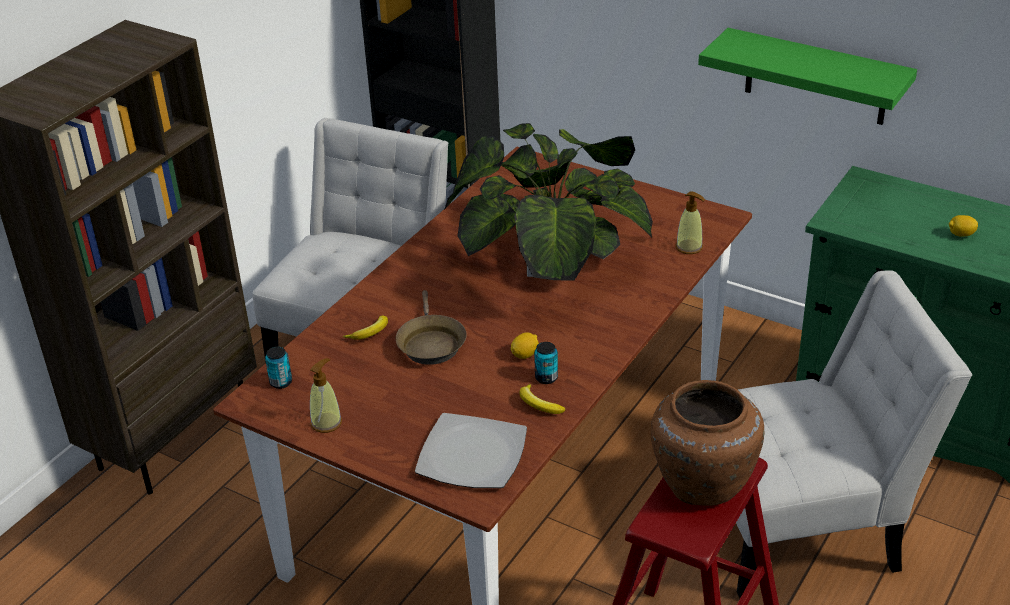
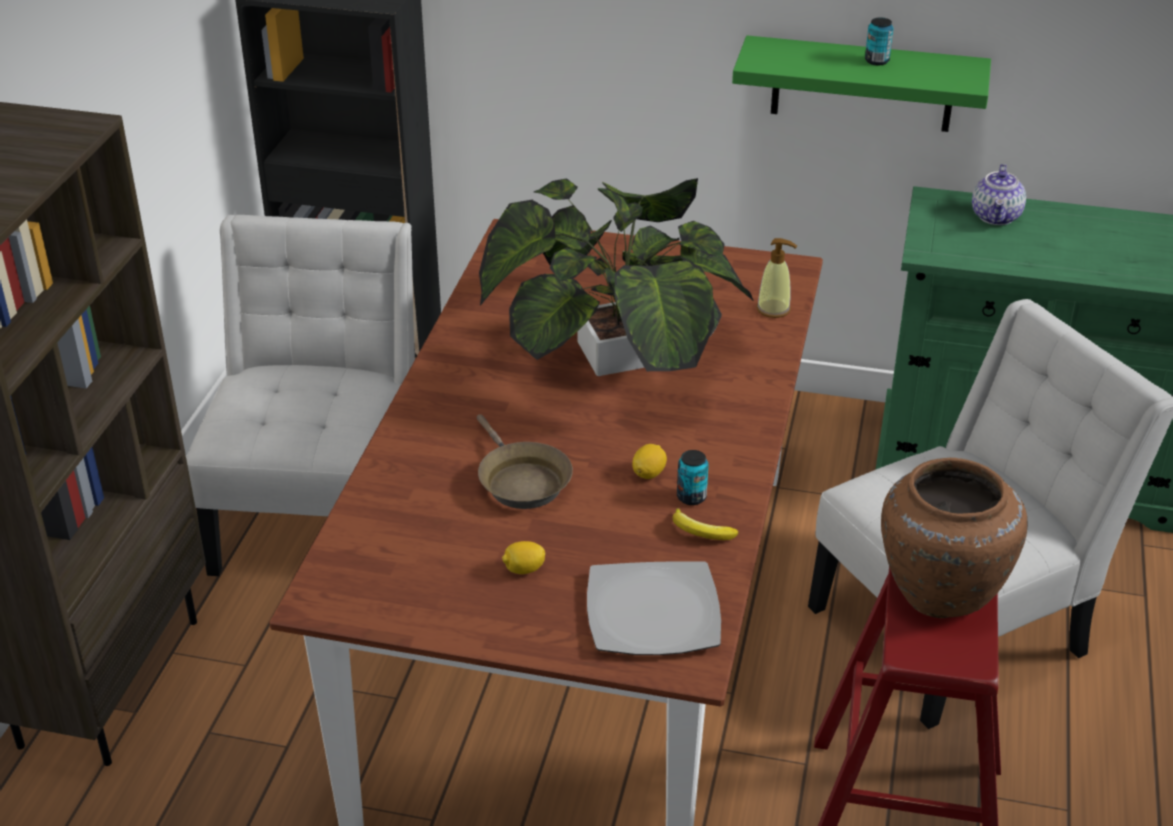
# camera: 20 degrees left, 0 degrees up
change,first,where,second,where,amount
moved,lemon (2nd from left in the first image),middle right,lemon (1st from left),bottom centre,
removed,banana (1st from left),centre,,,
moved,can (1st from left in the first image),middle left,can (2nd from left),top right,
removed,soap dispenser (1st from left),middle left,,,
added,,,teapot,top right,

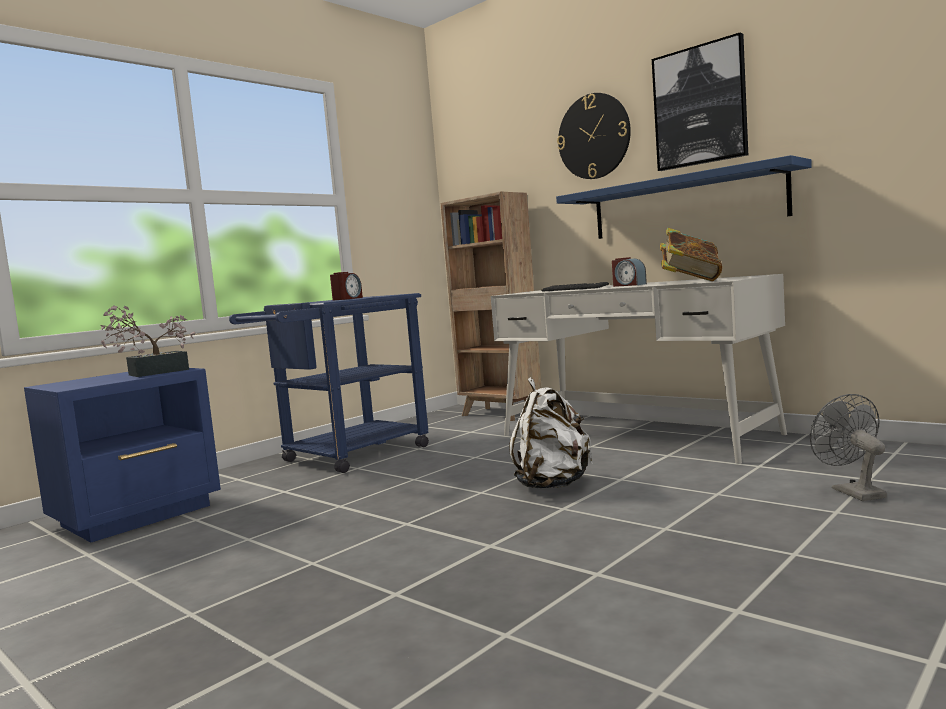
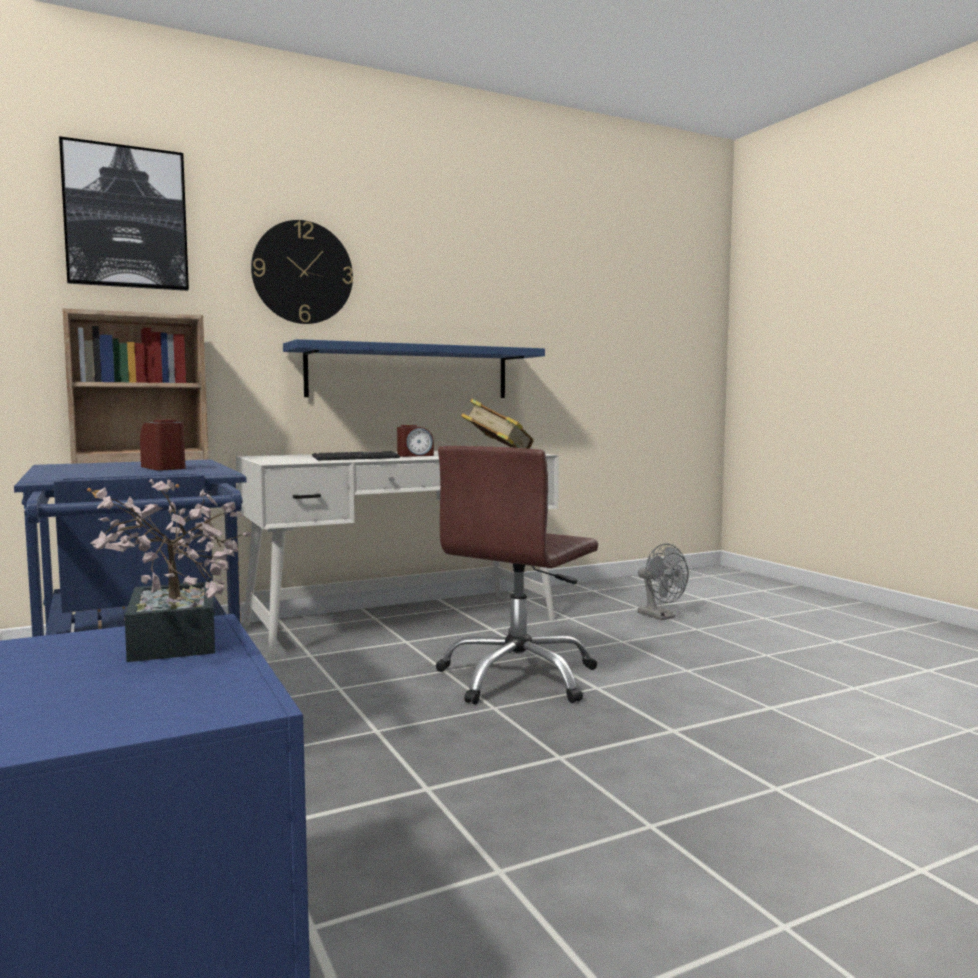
# camera: 70 degrees left, 0 degrees up
change,first,where,second,where,amount
moved,picture,top right,,top left,
replaced,white backpack,centre,brown office chair,centre,
turned,grey fan,middle right,,middle right,135 degrees counterclockwise

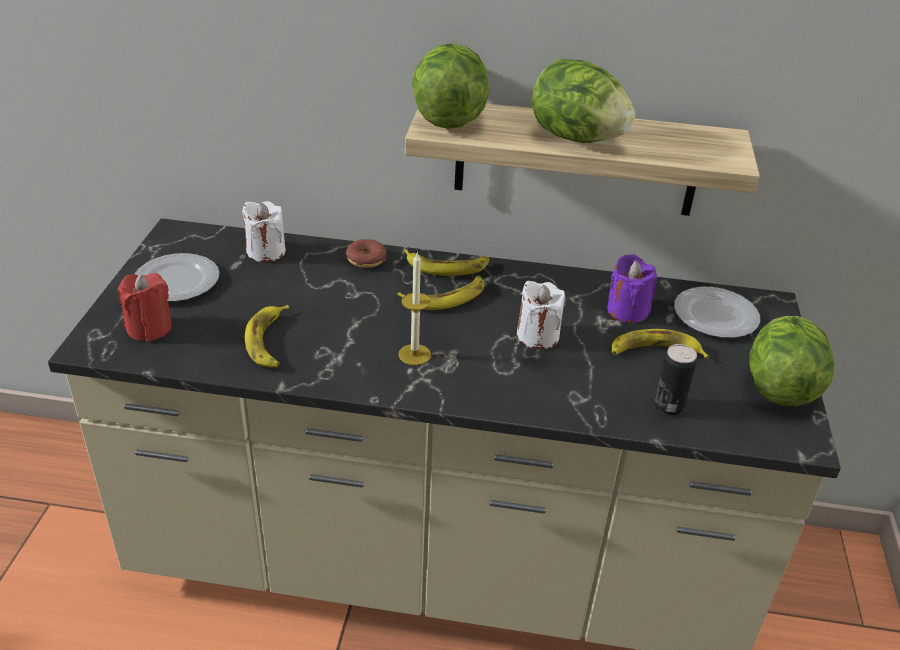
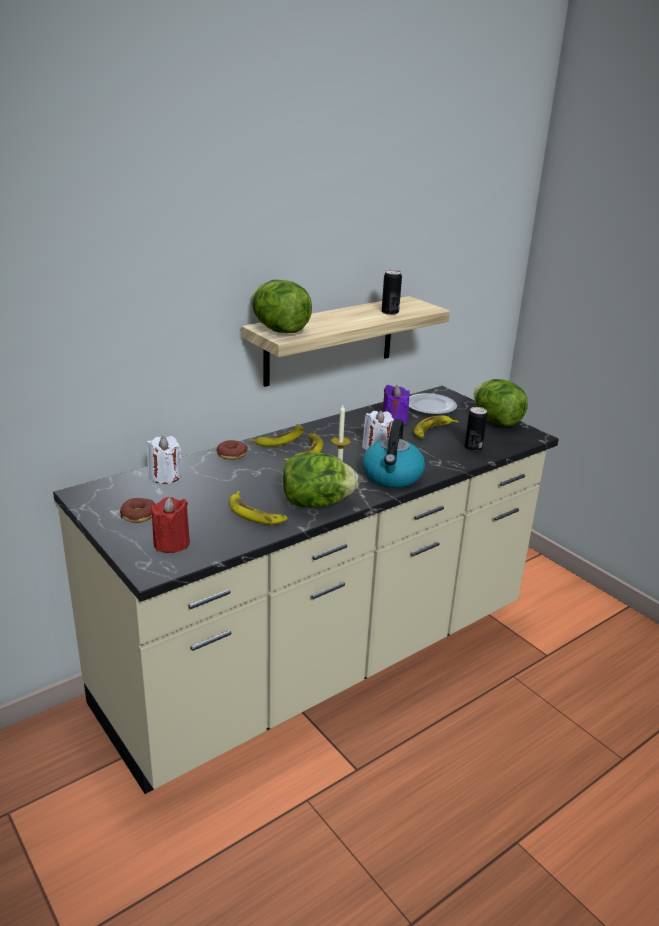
# camera: 45 degrees left, 10 degrees down
change,first,where,second,where,amount
moved,lettuce (2nd from left),top centre,,centre,
replaced,plate (1st from left),middle left,donut (1st from left),middle left,
added,,,can (1st from left),top centre,
added,,,kettle,centre,

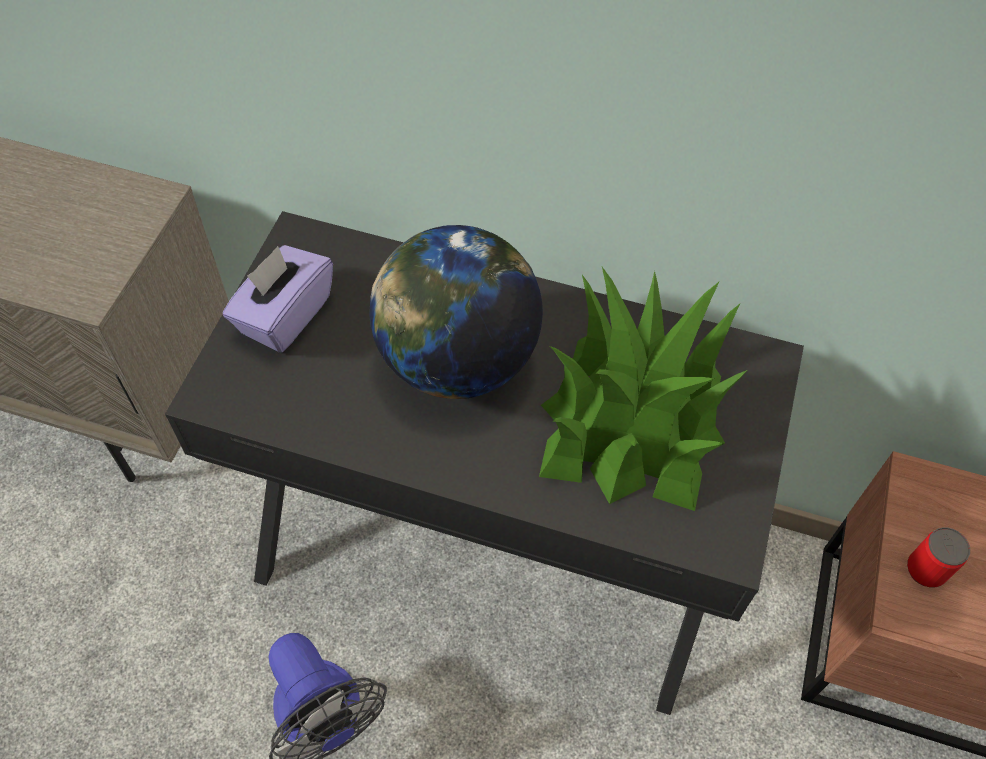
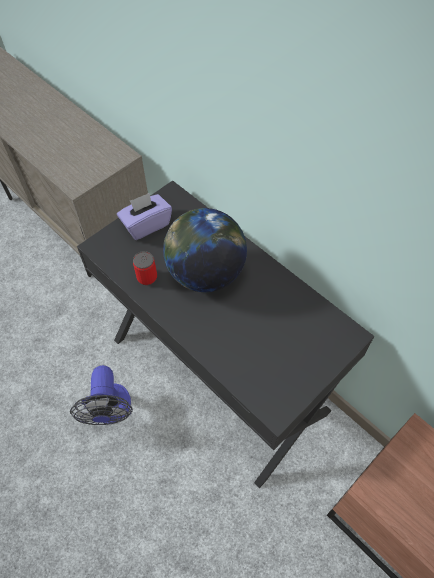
# camera: 30 degrees right, 0 degrees up
change,first,where,second,where,amount
removed,potted plant,centre,,,
moved,can,bottom right,,centre,

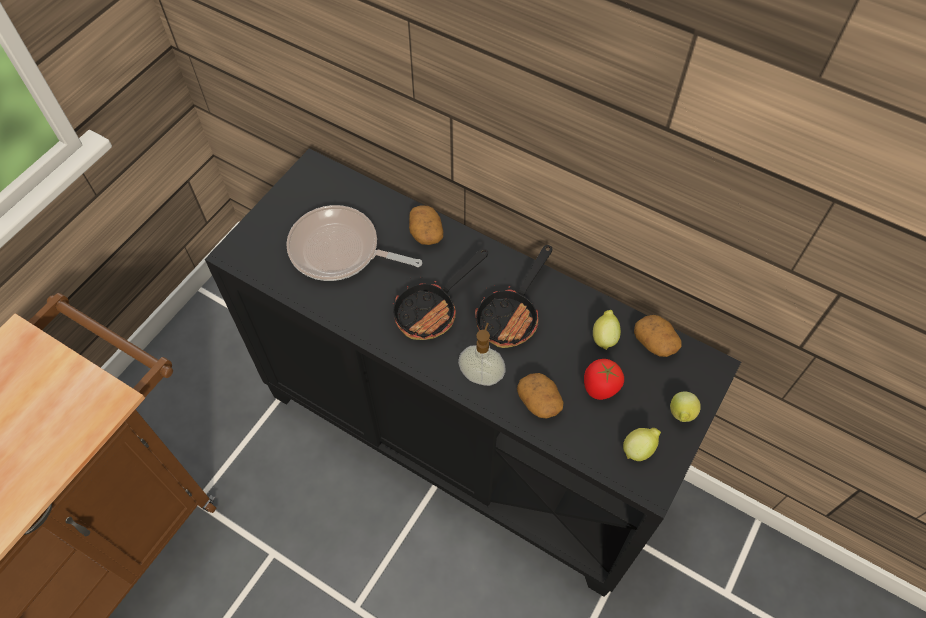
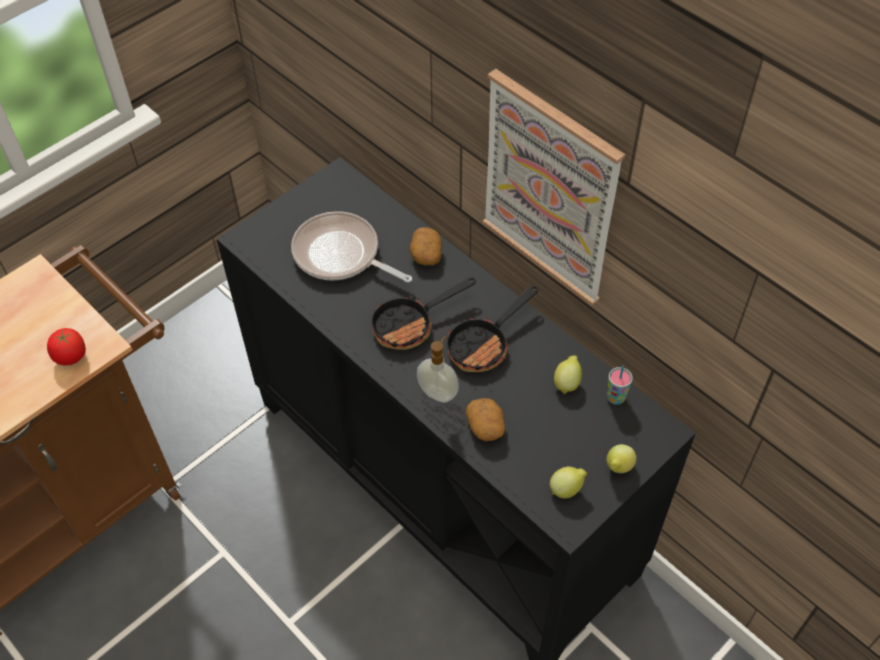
# camera: 15 degrees right, 5 degrees down
change,first,where,second,where,amount
replaced,potato (3rd from left),middle right,cup,middle right,
moved,tomato,centre,,middle left,
added,,,picture,top centre,

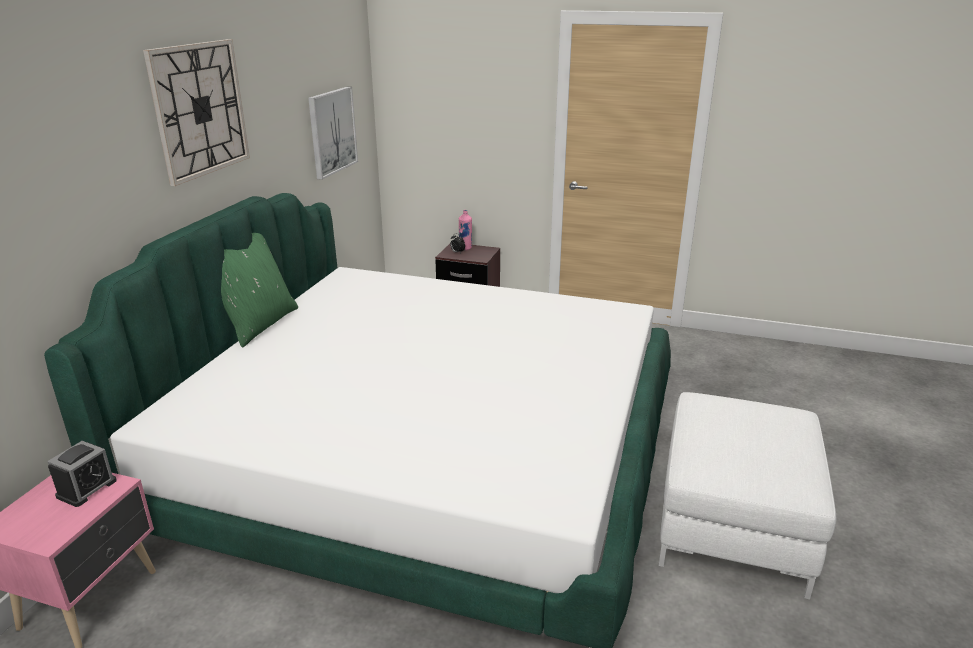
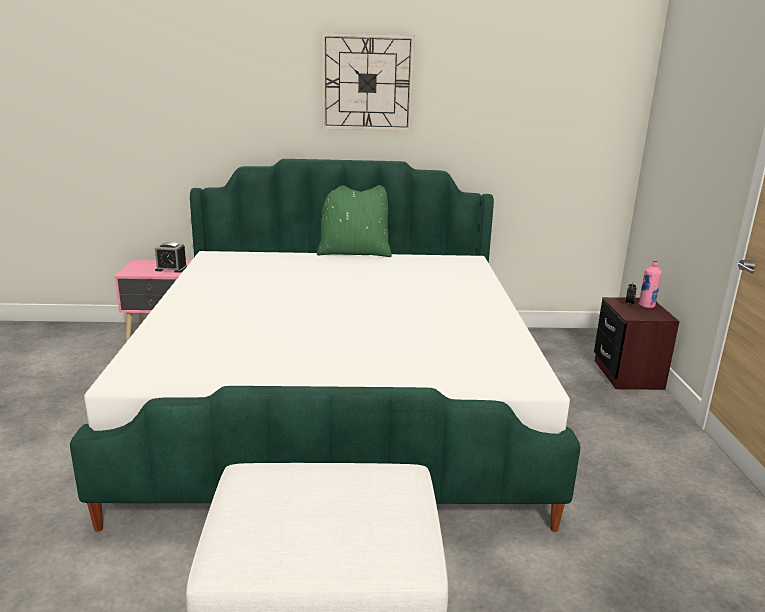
# camera: 70 degrees right, 5 degrees down
change,first,where,second,where,amount
removed,picture,top centre,,,

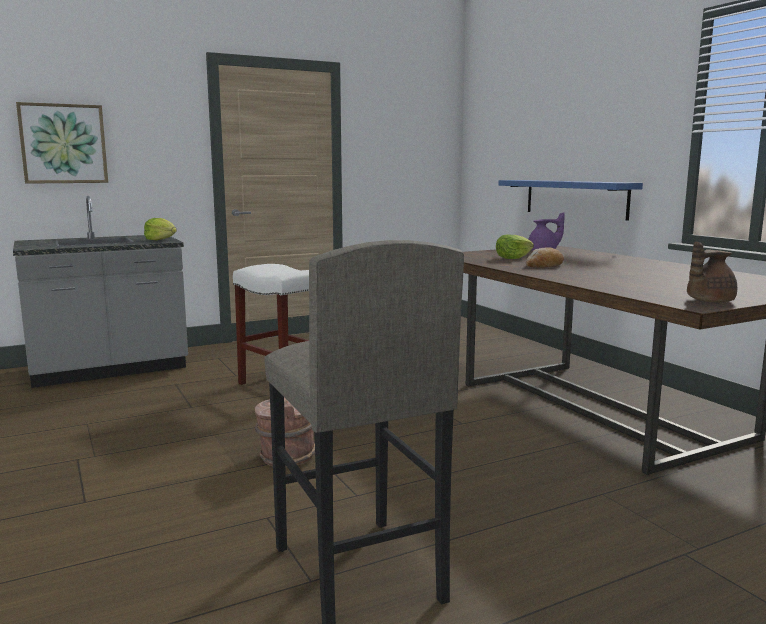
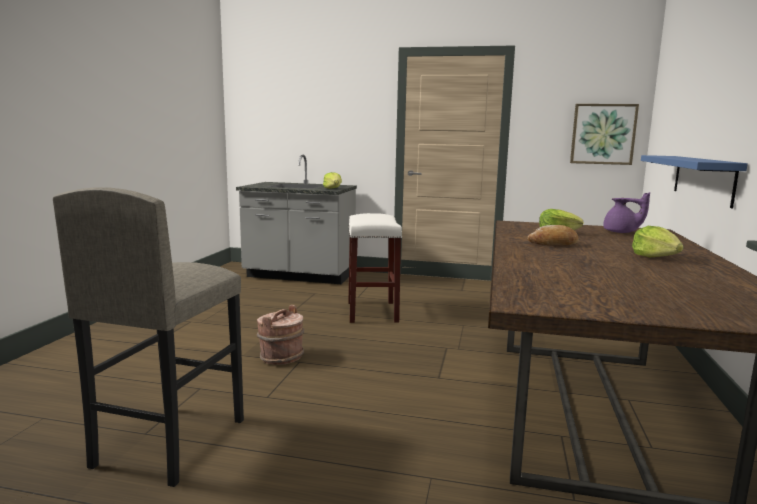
# camera: 40 degrees right, 0 degrees up
change,first,where,second,where,amount
moved,picture,top left,,top right,
removed,brown teapot,middle right,,,
added,,,lettuce (3rd from left),middle right,

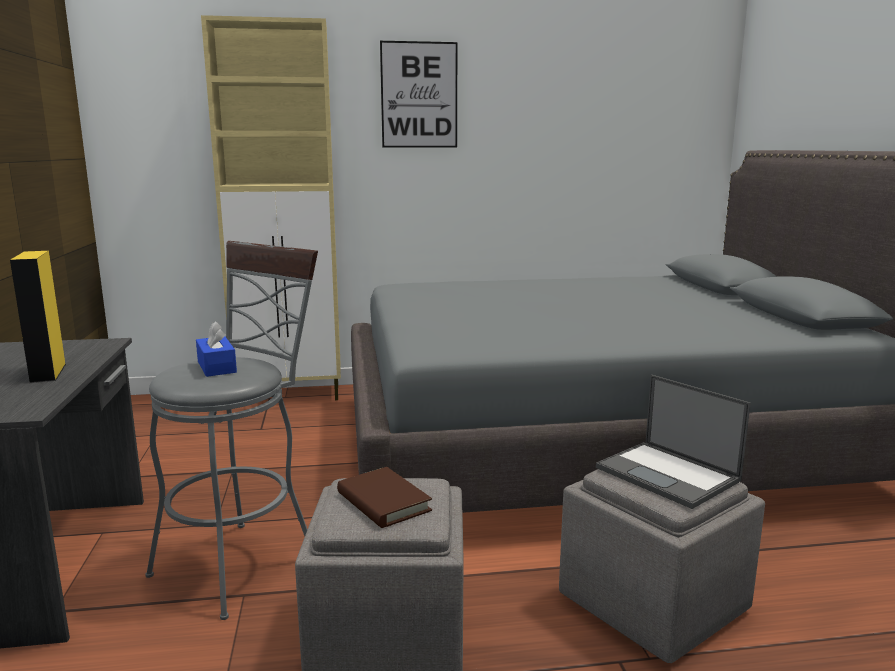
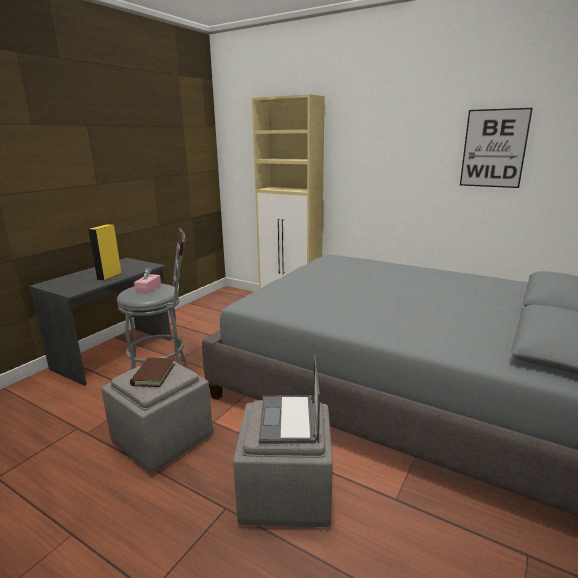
# camera: 40 degrees right, 5 degrees up
change,first,where,second,where,amount
moved,picture,top centre,,top right,
recoloured,blue tissue box,middle left,pink tissue box,middle left,

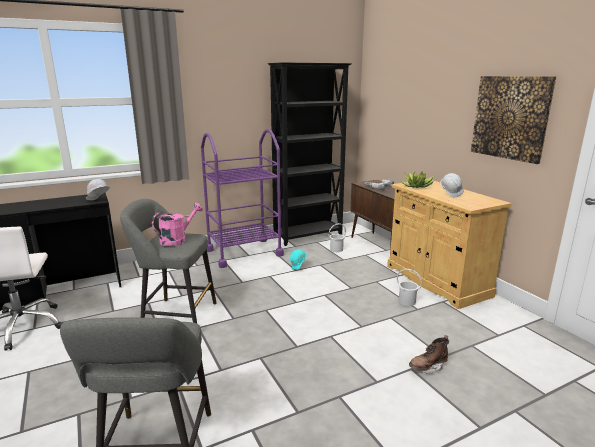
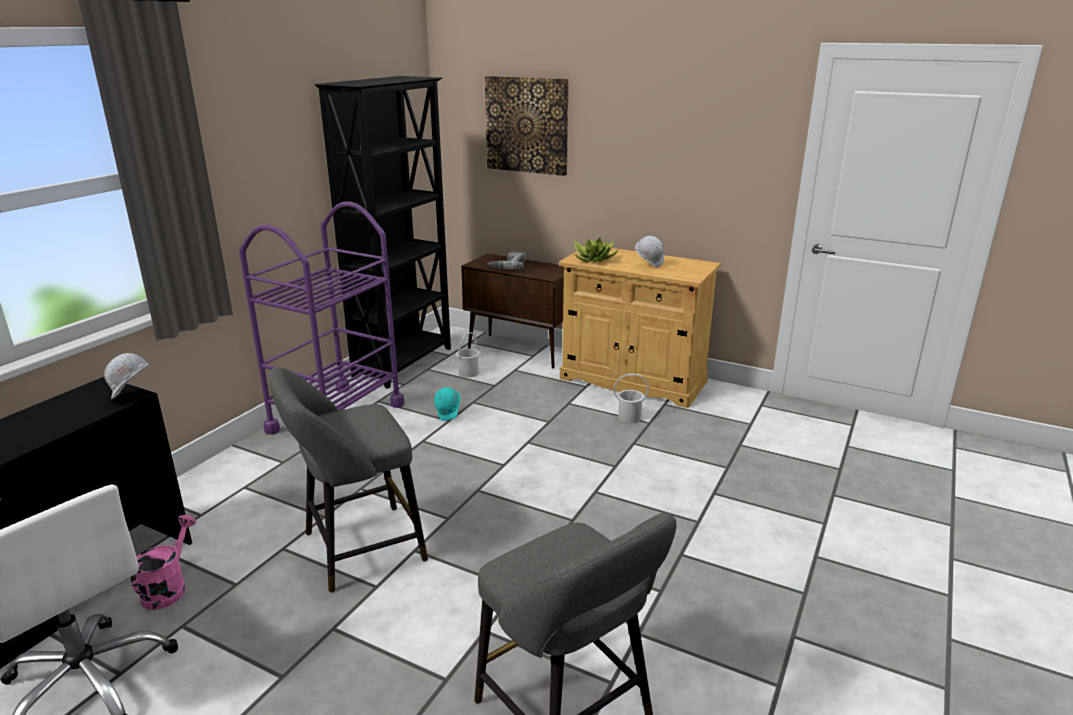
# camera: 35 degrees left, 5 degrees up
change,first,where,second,where,amount
moved,picture,top right,,top centre,
moved,pink watering can,middle left,,bottom left,
removed,brown boot,bottom right,,,

